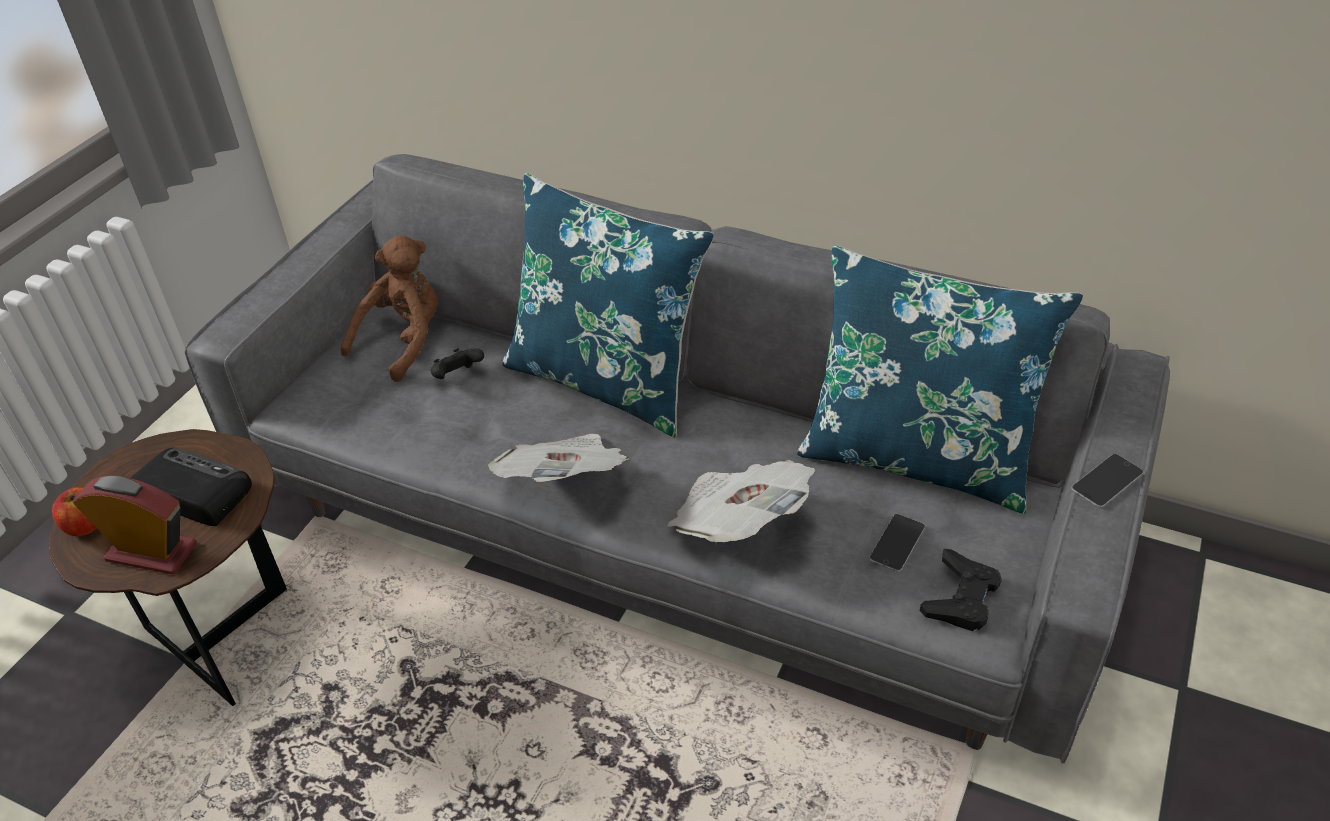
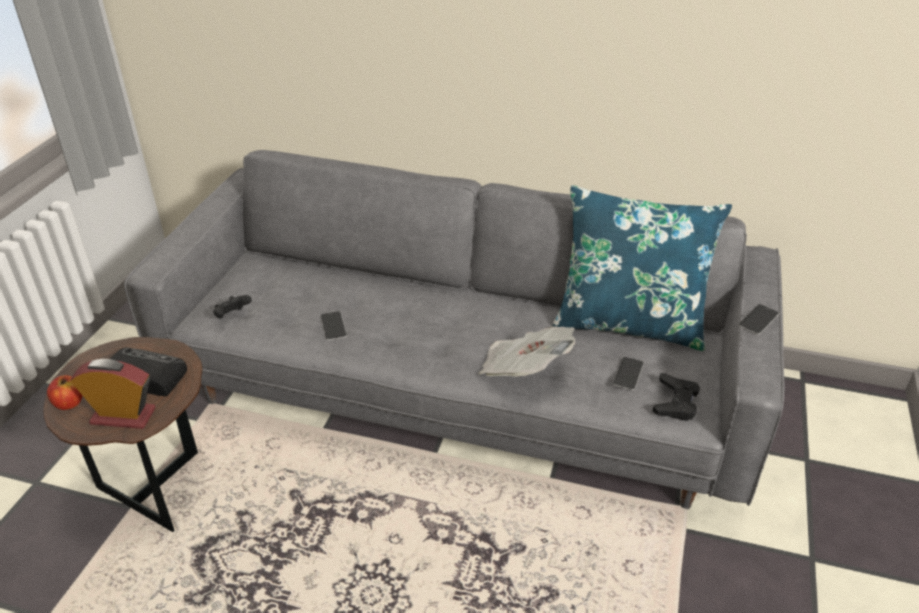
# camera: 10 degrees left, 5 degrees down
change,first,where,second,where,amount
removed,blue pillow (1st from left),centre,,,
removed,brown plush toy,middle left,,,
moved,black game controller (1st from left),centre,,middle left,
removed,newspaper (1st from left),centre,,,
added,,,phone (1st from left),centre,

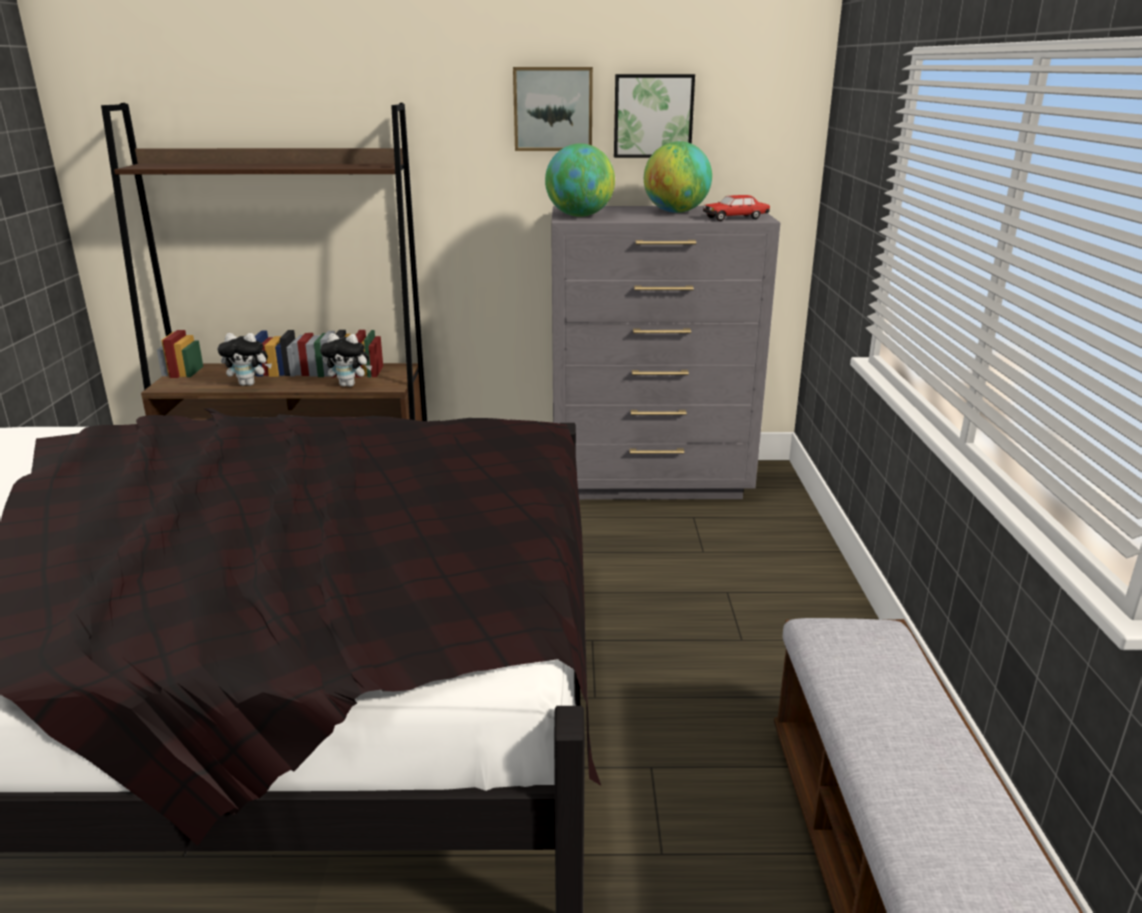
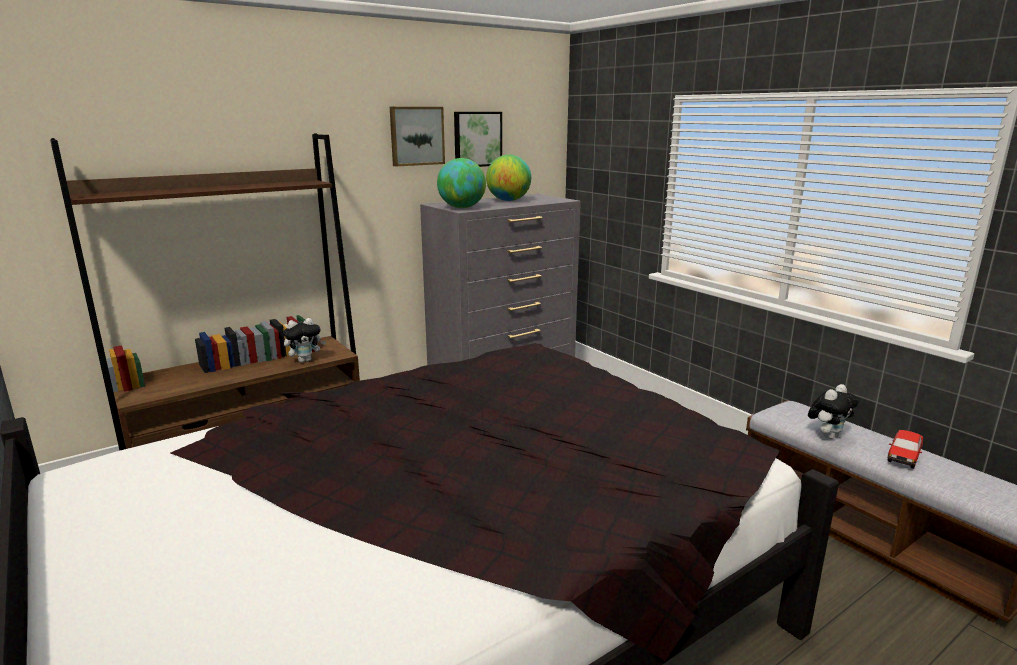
# camera: 35 degrees left, 5 degrees down
change,first,where,second,where,amount
moved,toy car,top centre,,bottom right,
moved,plush toy (1st from left in the first image),middle left,plush toy (2nd from left),middle right,

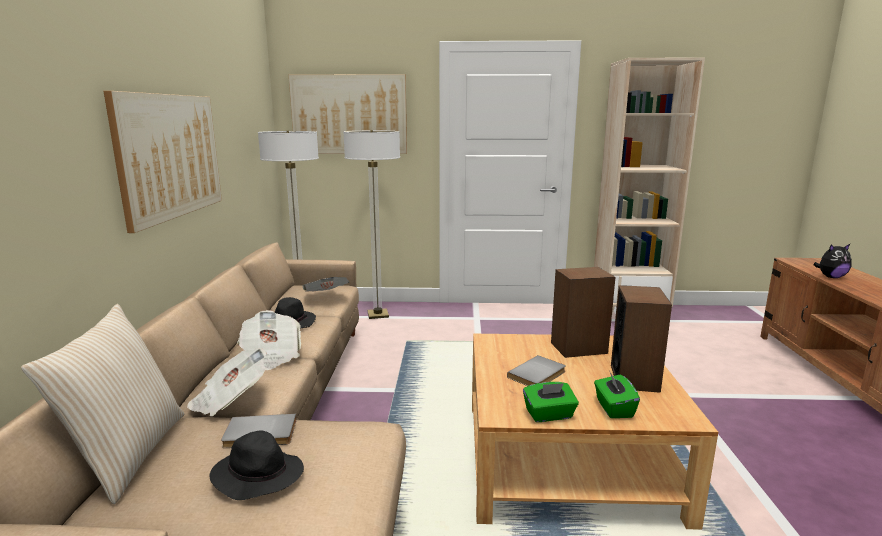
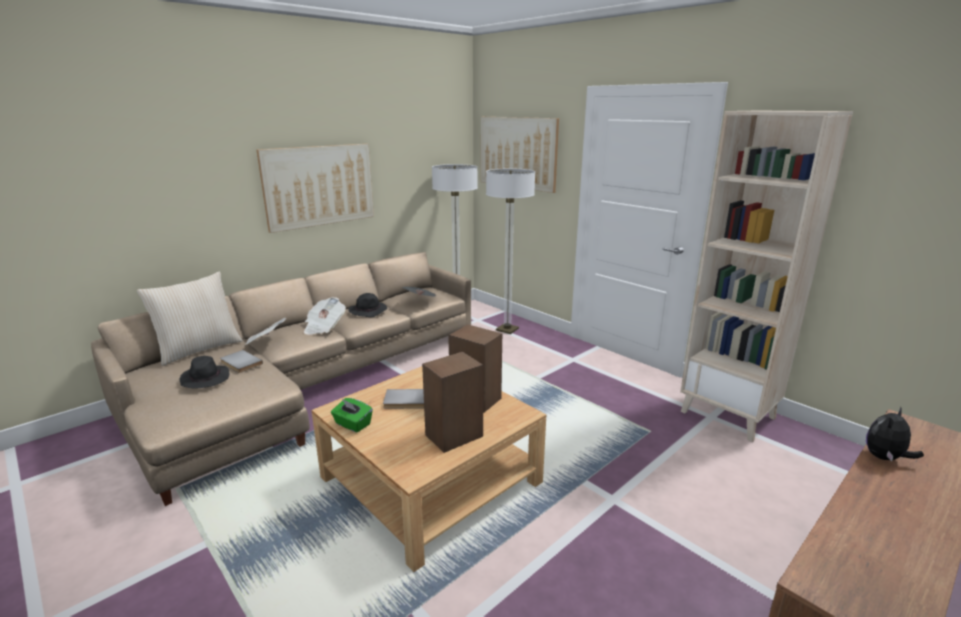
# camera: 45 degrees right, 5 degrees up
change,first,where,second,where,amount
turned,plush toy,middle right,,bottom right,105 degrees clockwise
removed,green tissue box (2nd from left),bottom right,,,

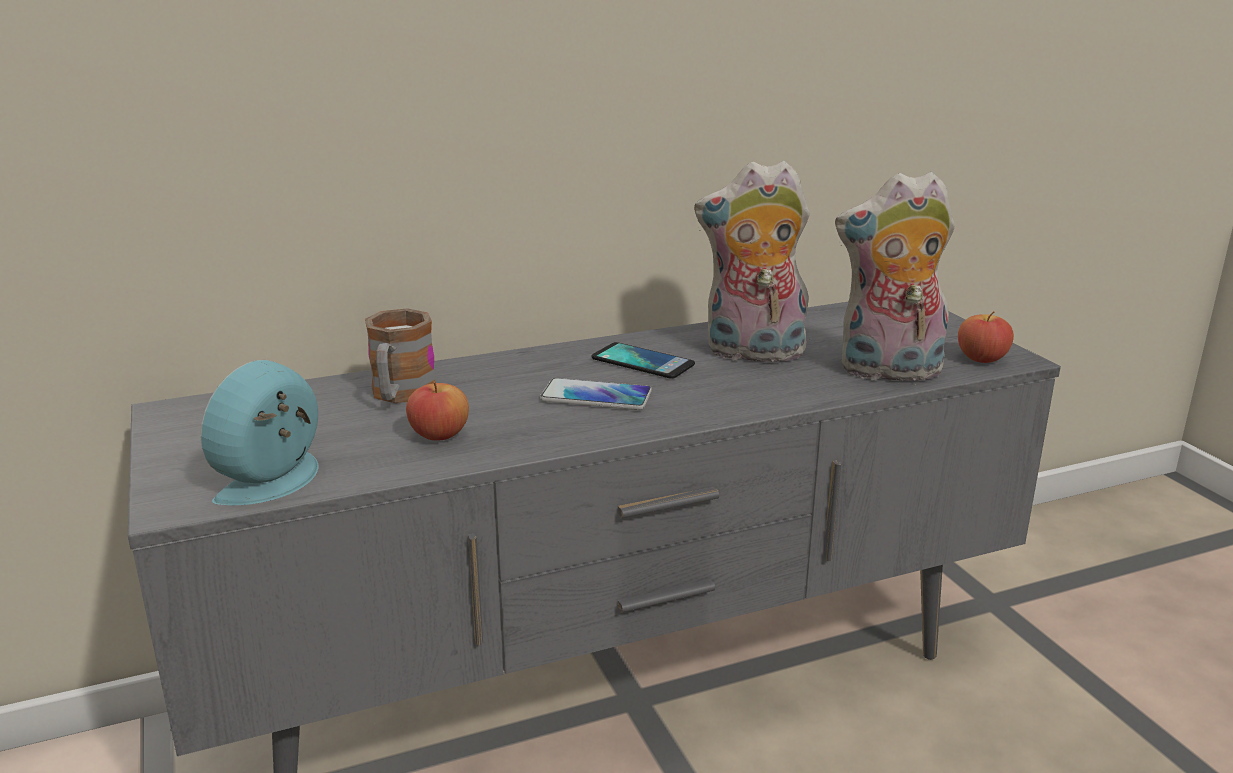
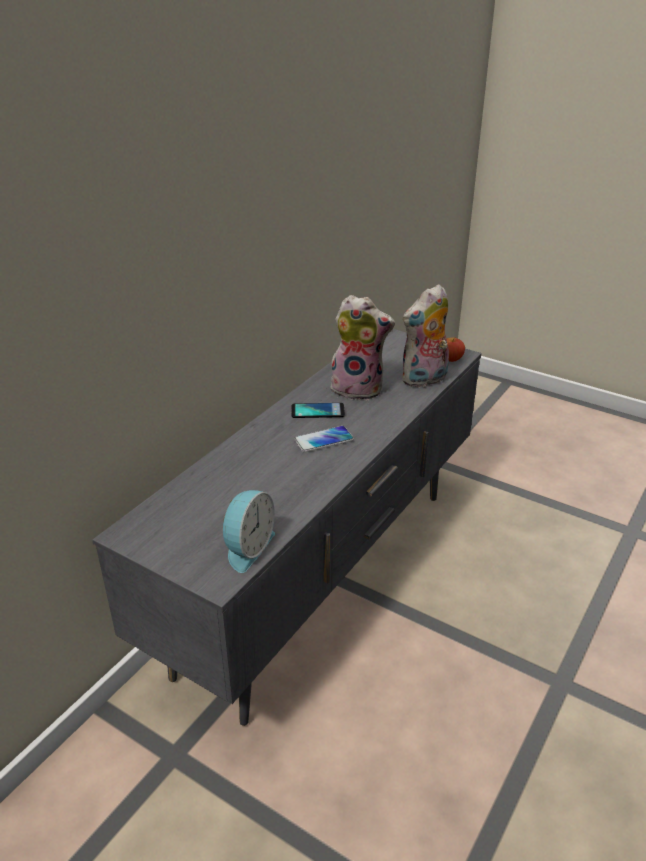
# camera: 35 degrees left, 10 degrees up
change,first,where,second,where,amount
turned,plush toy (1st from left),centre,,centre,135 degrees counterclockwise
removed,mug,middle left,,,
turned,alarm clock,middle left,,centre,150 degrees counterclockwise
removed,apple (1st from left),centre,,,

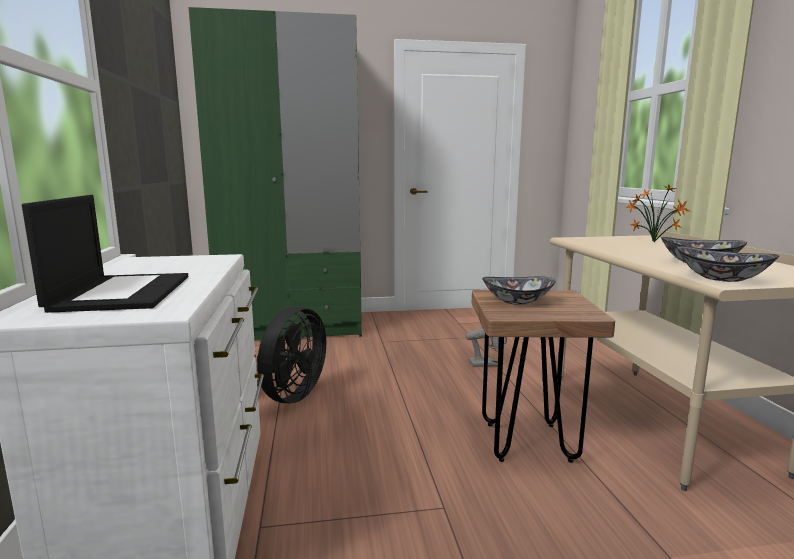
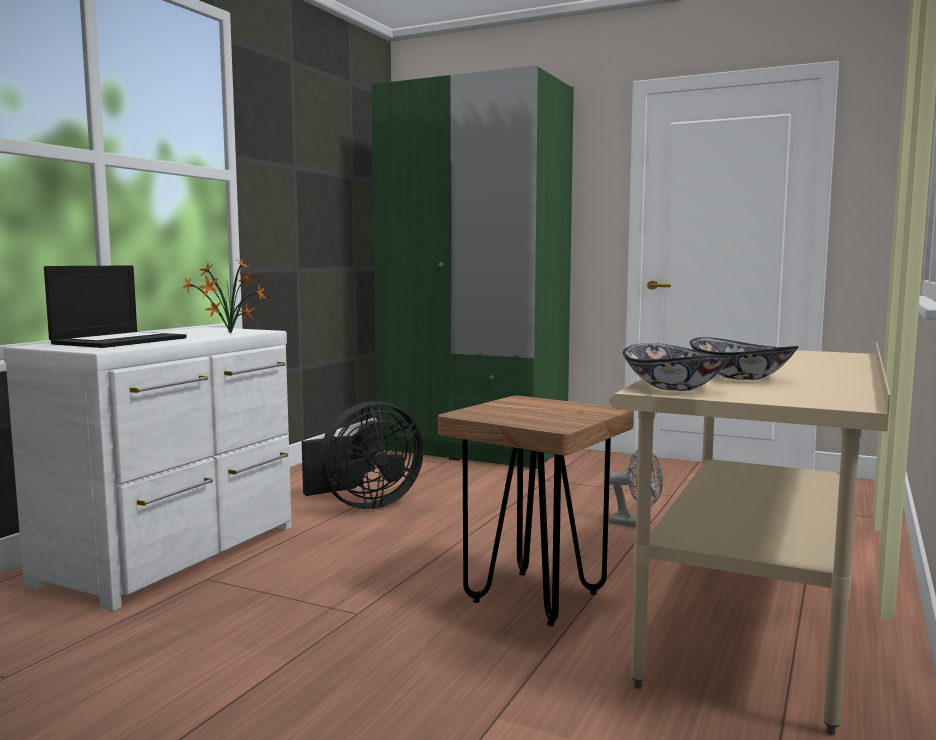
# camera: 35 degrees right, 5 degrees down
change,first,where,second,where,amount
moved,potted plant,middle right,,middle left,
removed,bowl (1st from left),centre,,,

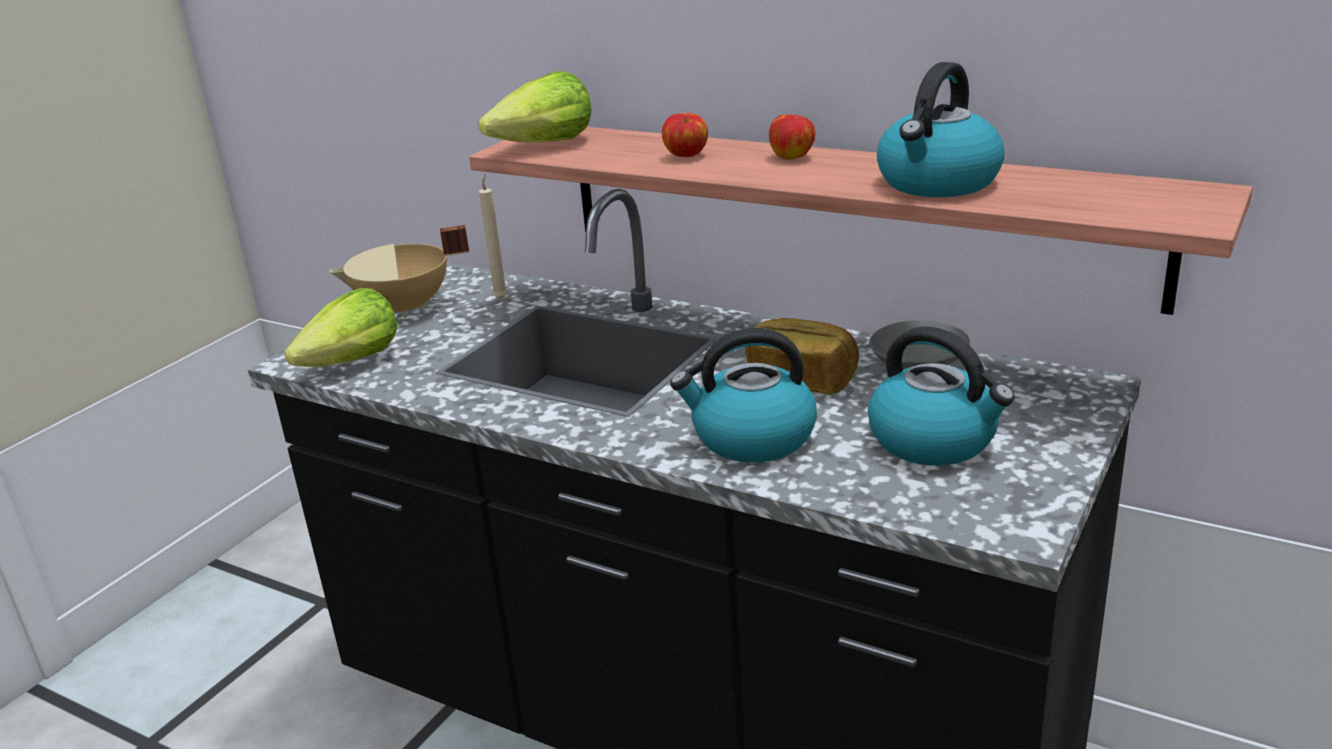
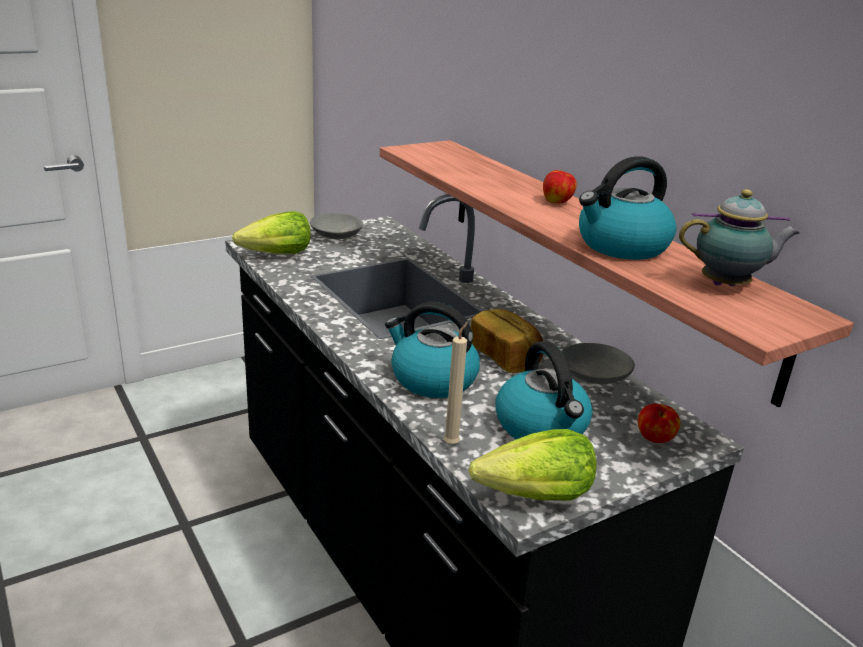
# camera: 25 degrees right, 0 degrees up
change,first,where,second,where,amount
moved,lettuce (2nd from left),top centre,,bottom centre,
moved,apple (1st from left in the first image),top centre,apple (2nd from left),middle right,
moved,beige candle,top centre,,centre,
replaced,beige cooking pot,middle left,grey bowl (1st from left),centre,
added,,,teapot,middle right,

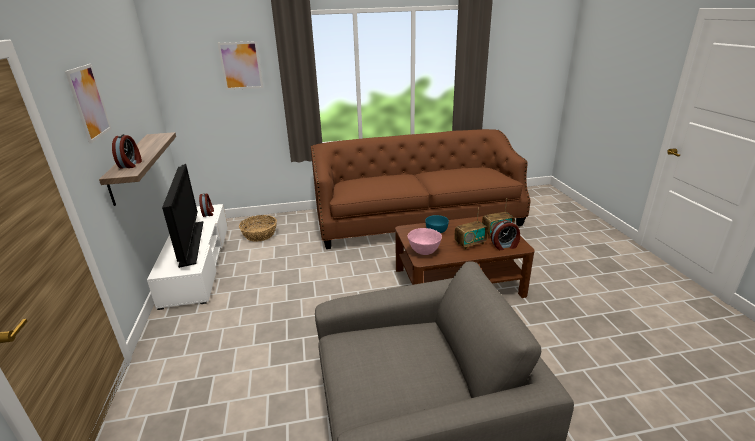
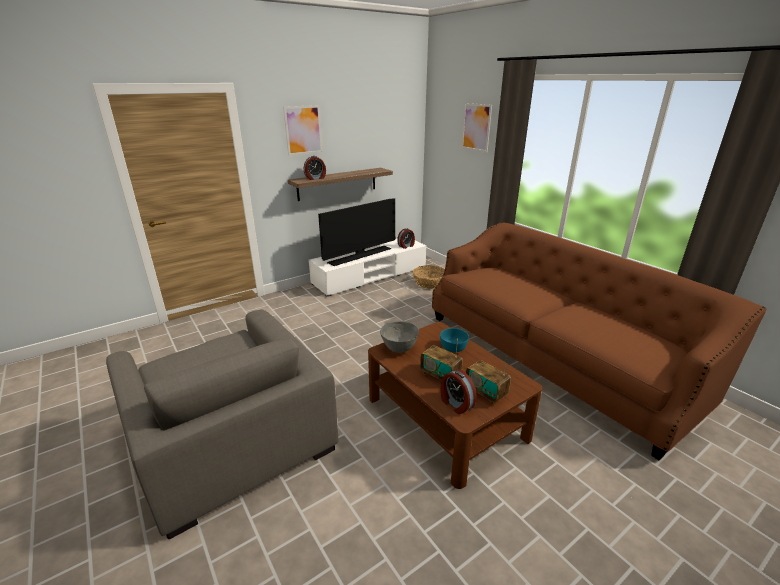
# camera: 65 degrees right, 0 degrees up
change,first,where,second,where,amount
recoloured,pink bowl,centre,grey bowl,centre,

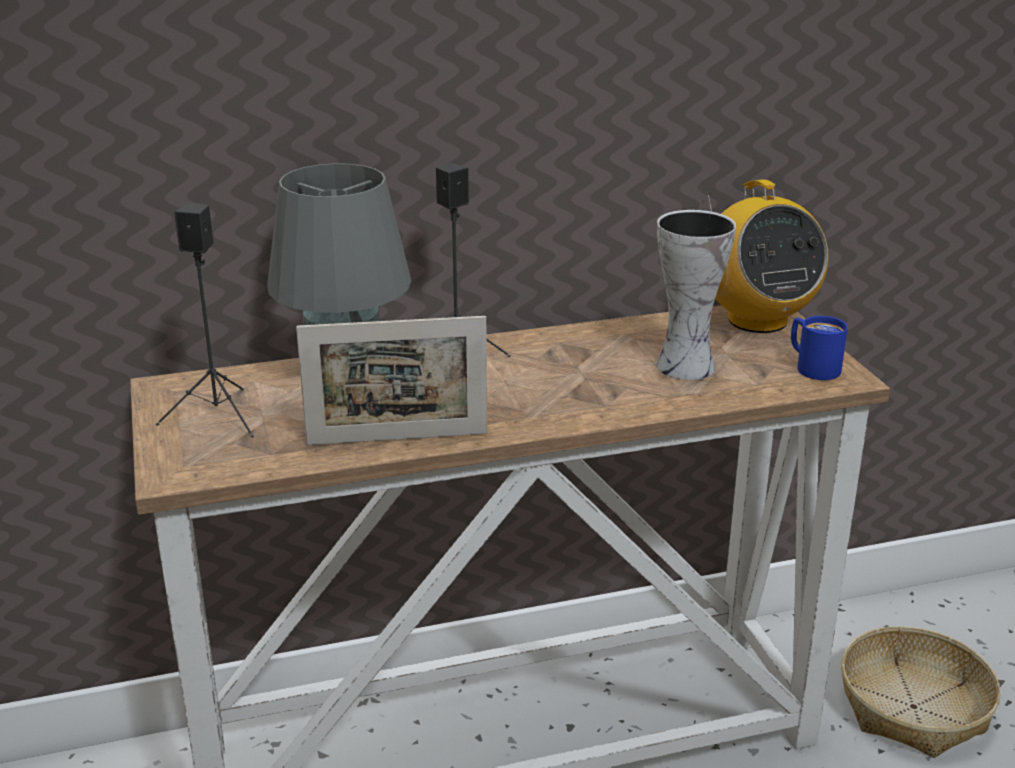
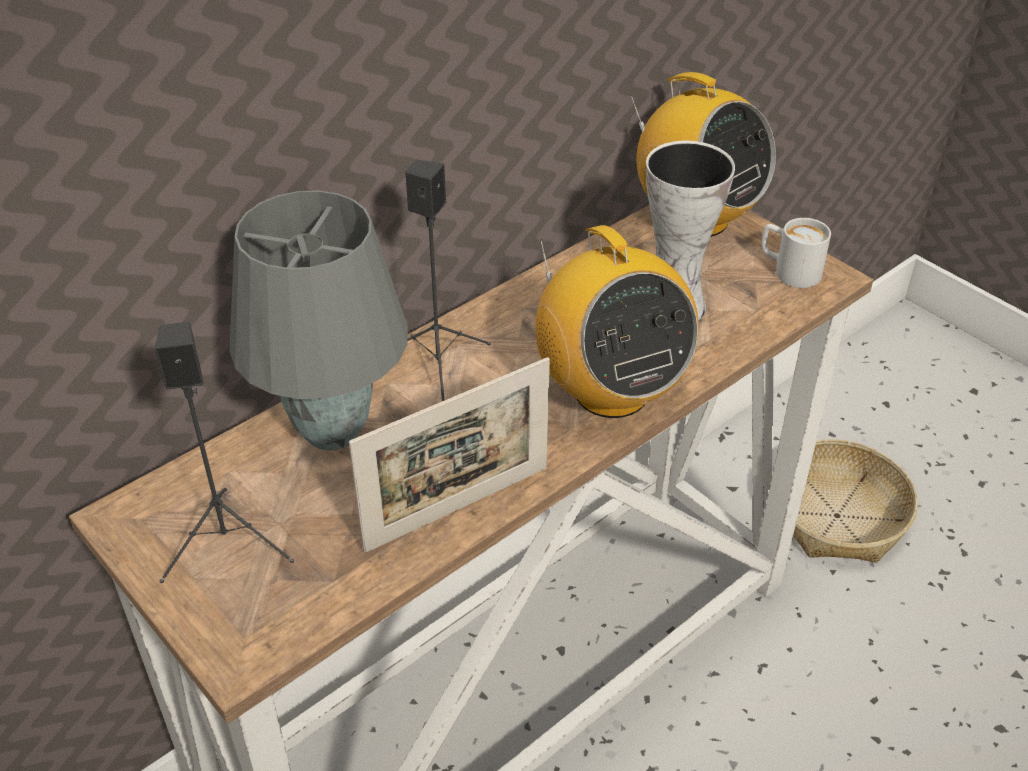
# camera: 25 degrees left, 15 degrees up
change,first,where,second,where,amount
recoloured,blue mug,middle right,white mug,top right,
added,,,radio (1st from left),centre,

